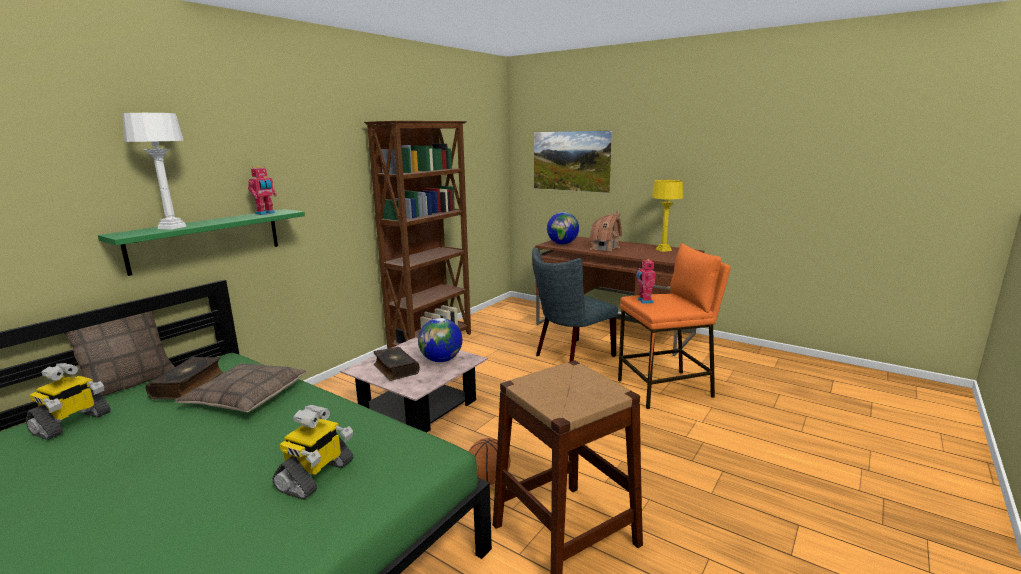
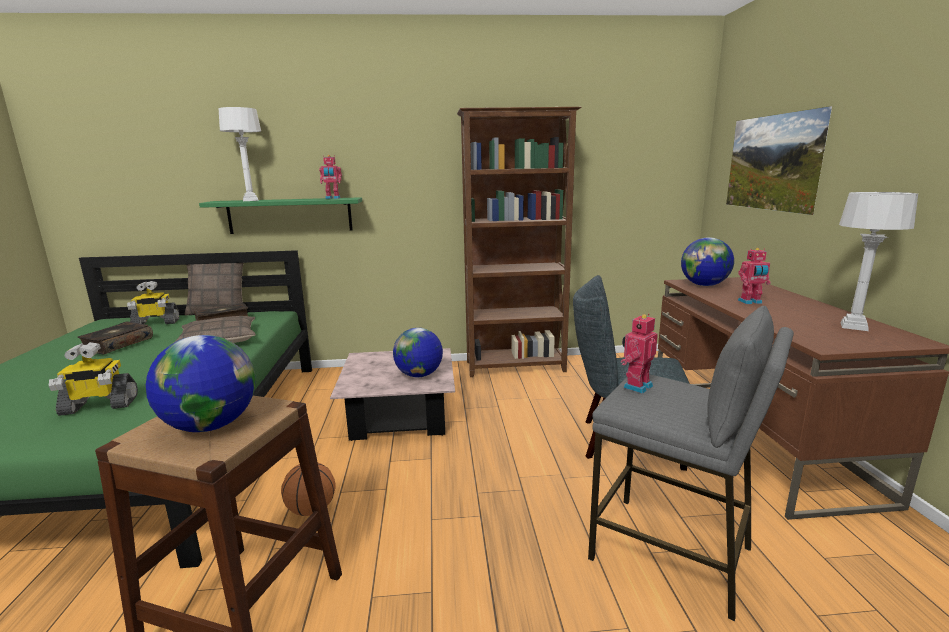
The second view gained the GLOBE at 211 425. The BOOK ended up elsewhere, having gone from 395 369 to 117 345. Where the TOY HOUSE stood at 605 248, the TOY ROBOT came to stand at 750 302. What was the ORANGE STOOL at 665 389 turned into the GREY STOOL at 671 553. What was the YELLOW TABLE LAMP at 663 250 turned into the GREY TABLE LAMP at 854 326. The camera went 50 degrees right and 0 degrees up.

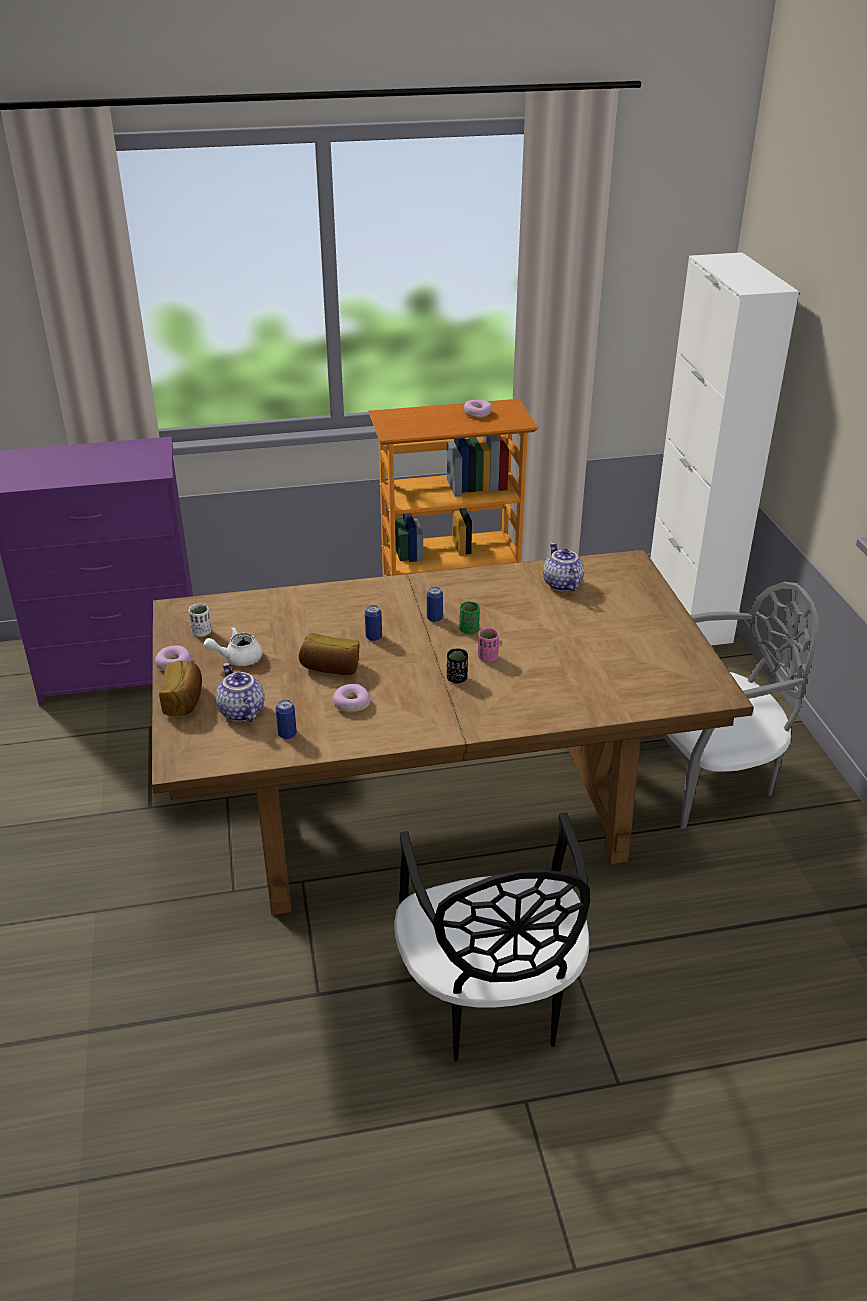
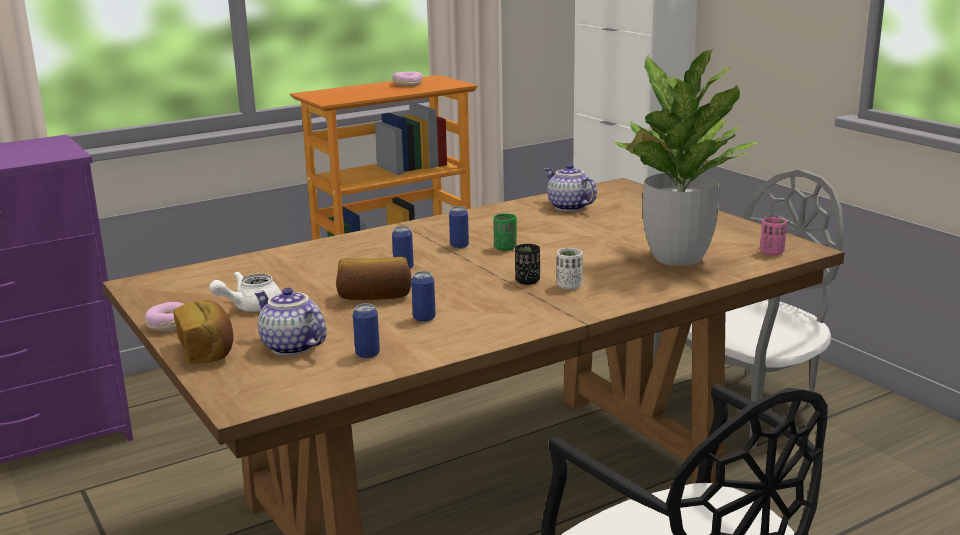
The second view gained the PLANT IN A POT at 676 257. The WHITE SMALL CUP ended up elsewhere, having gone from 201 632 to 569 286. The PINKISH SMALL CUP ended up elsewhere, having gone from 487 657 to 772 252. Where the DONUT stood at 351 704, the SEALED CAN came to stand at 424 318. The camera went 20 degrees left and 15 degrees down.

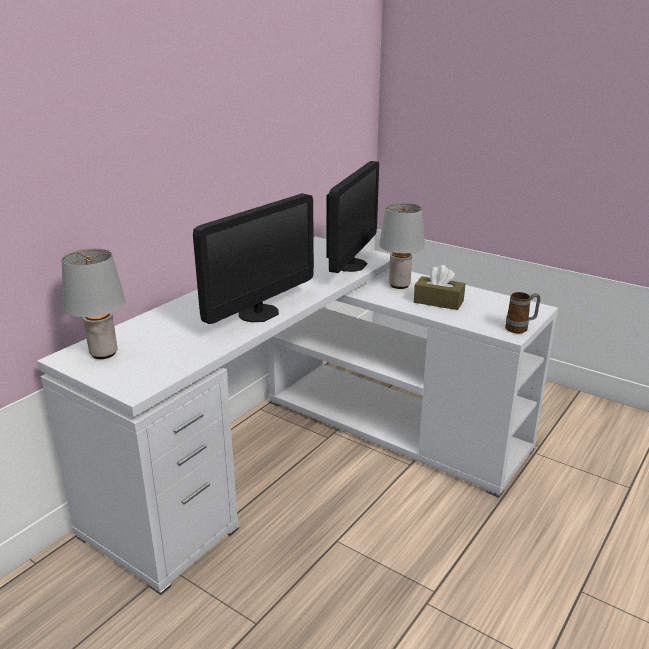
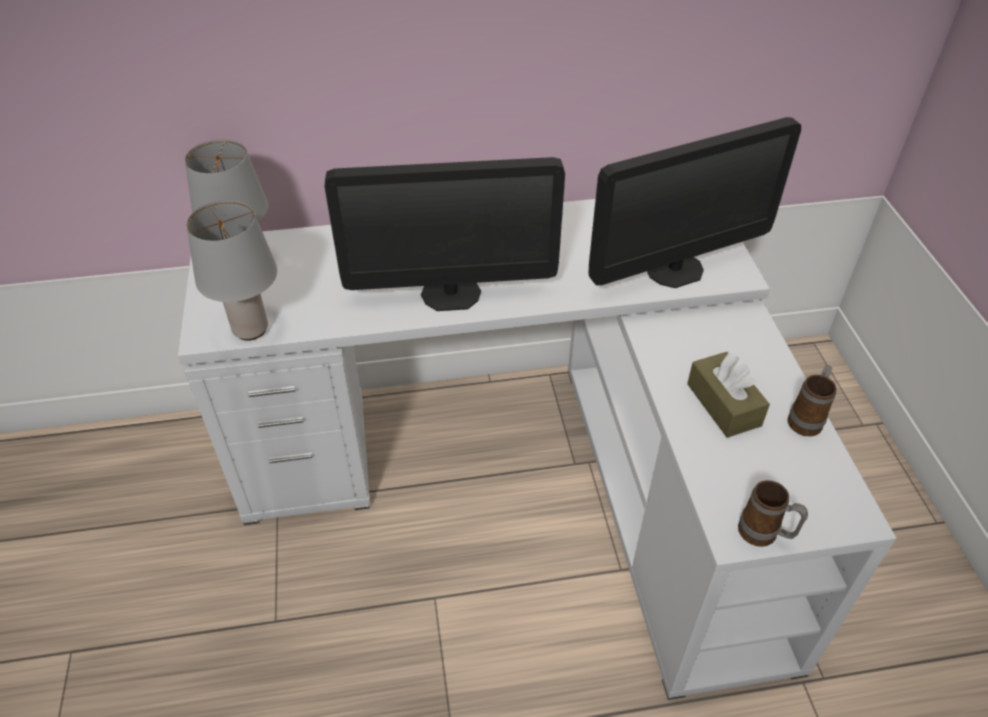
The second view gained the TEA MUG at 807 419. The GREY TABLE LAMP ended up elsewhere, having gone from 398 285 to 250 329. The camera went 45 degrees right and 20 degrees up.

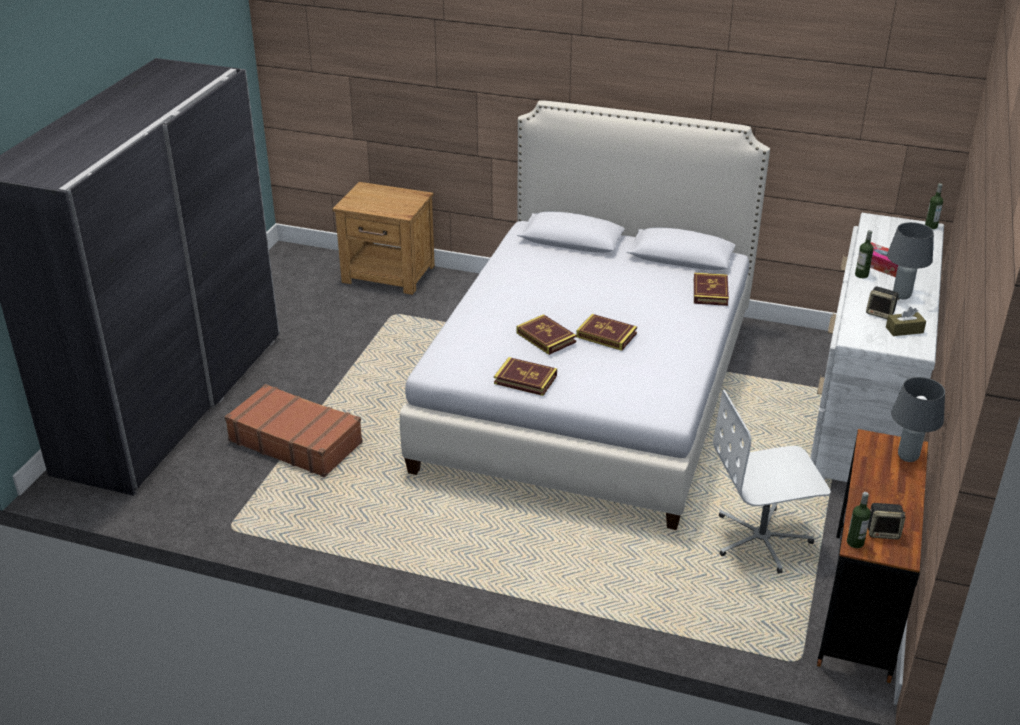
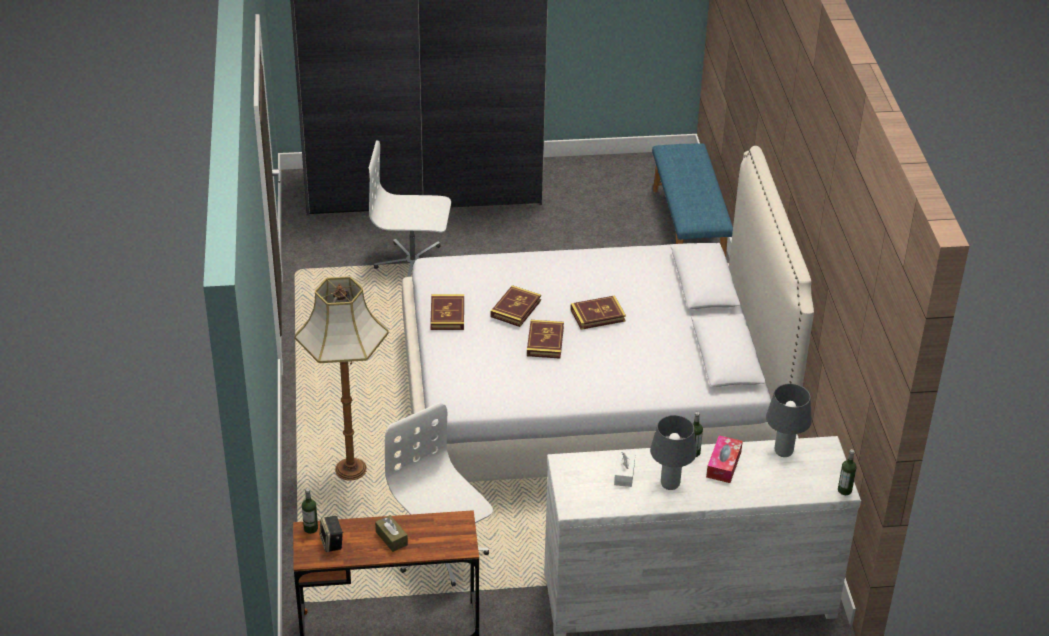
The second view gained the FLOOR LAMP at 349 470. The BOOK ended up elsewhere, having gone from 710 292 to 597 315. The BROWN-COLOURED TISSUE BOX ended up elsewhere, having gone from 904 330 to 391 538. The GREY TABLE LAMP ended up elsewhere, having gone from 907 457 to 783 452. Where the BROWN-COLOURED TRAVEL CASE stood at 296 441, the WHITE DESK CHAIR came to stand at 413 264. Where the BROWN-COLOURED BEDSIDE TABLE stood at 389 275, the BLUE BENCH came to stand at 688 229. Where the AUDIO SPEAKER stood at 880 313, the WHITE TISSUE BOX came to stand at 624 474. The camera went 65 degrees right and 5 degrees up.

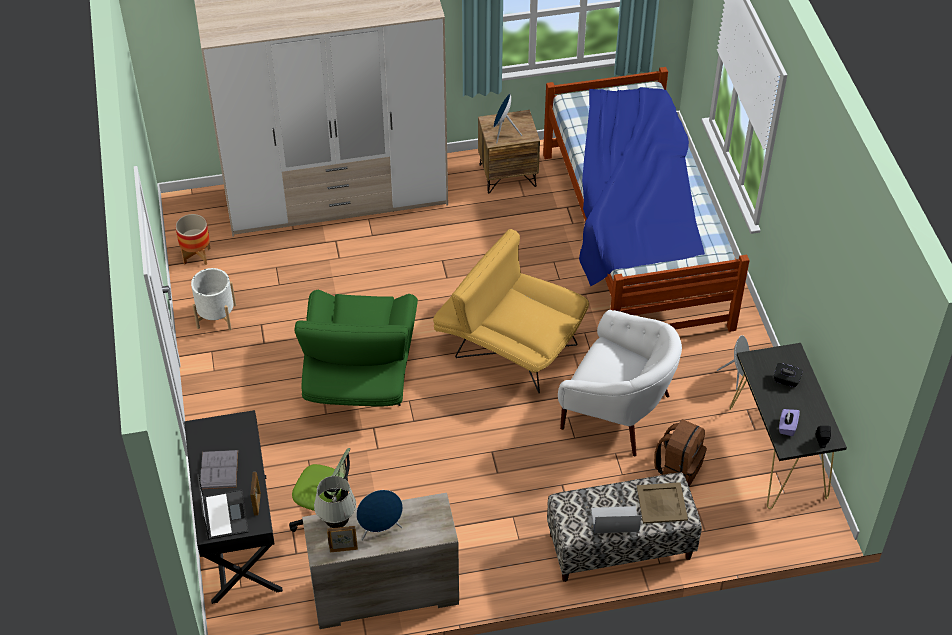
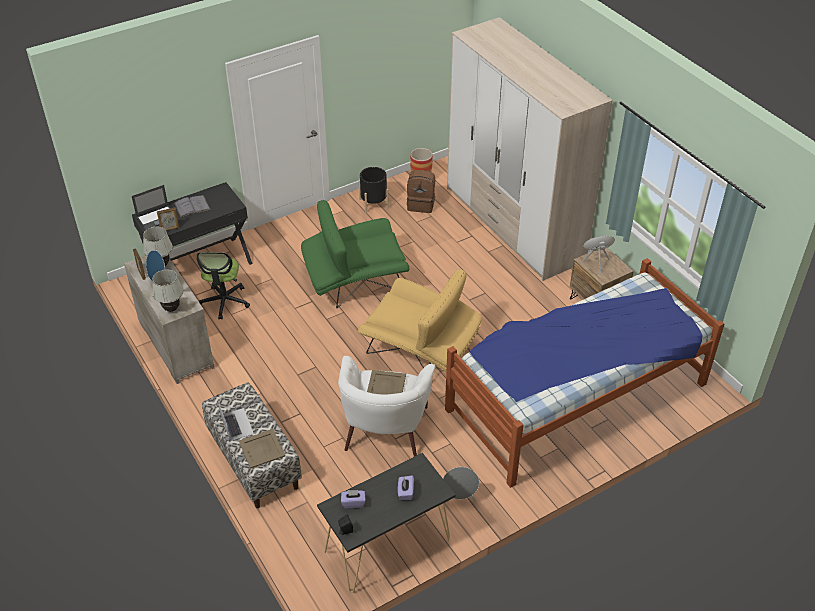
The second view gained the WHITE TABLE LAMP at 171 309. The second view gained the BEIGE SERVING TRAY at 386 386. The BROWN-COLOURED KNAPSACK ended up elsewhere, having gone from 678 467 to 421 204. What was the WHITE PLANT POT at 216 316 turned into the BLACK PLANT POT at 374 203. What was the BLACK TISSUE BOX at 786 380 turned into the PURPLISH TISSUE BOX at 405 492. The YELLOW EASY CHAIR at 509 345 ended up facing another way, 105 degrees clockwise from before. The camera went 70 degrees right and 5 degrees down.

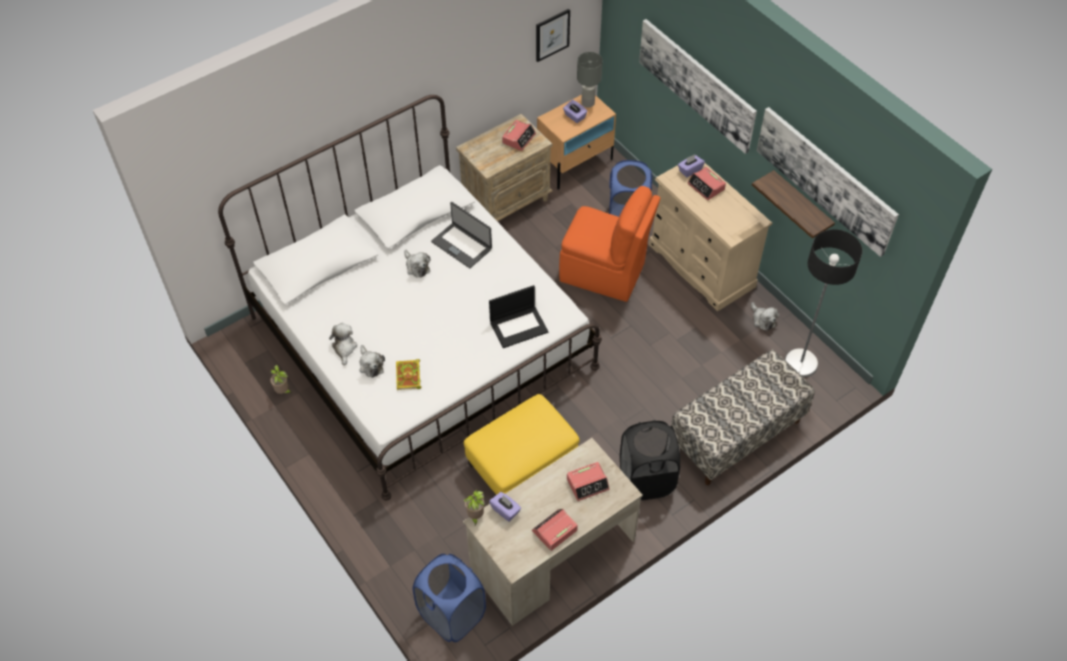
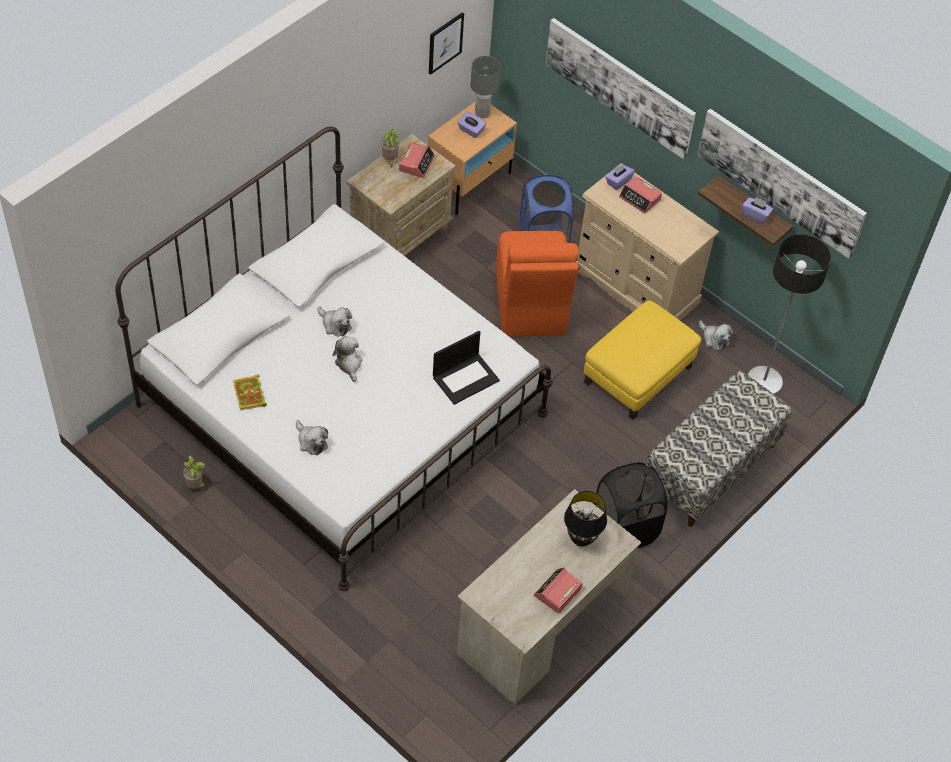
The second view lost the BLUE HAMPER at 451 614. The second view lost the NOTEBOOK COMPUTER at 462 245. The SOFT TOY ended up elsewhere, having gone from 344 348 to 349 363. The BOOK ended up elsewhere, having gone from 409 377 to 250 395. The PLANT IN A POT ended up elsewhere, having gone from 475 516 to 390 160. The YELLOW OTTOMAN ended up elsewhere, having gone from 521 462 to 637 374. The PURPLISH TISSUE BOX ended up elsewhere, having gone from 505 510 to 755 215. Where the BEDSIDE CLOCK stood at 588 484, the BLACK TABLE LAMP came to stand at 581 538. The ORANGE UPRIGHT CHAIR at 604 273 ended up facing another way, 75 degrees clockwise from before. The camera went 15 degrees left and 0 degrees up.

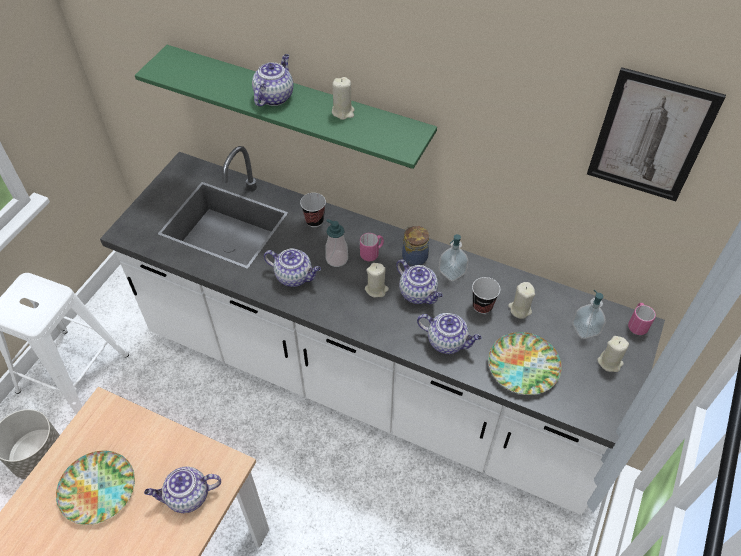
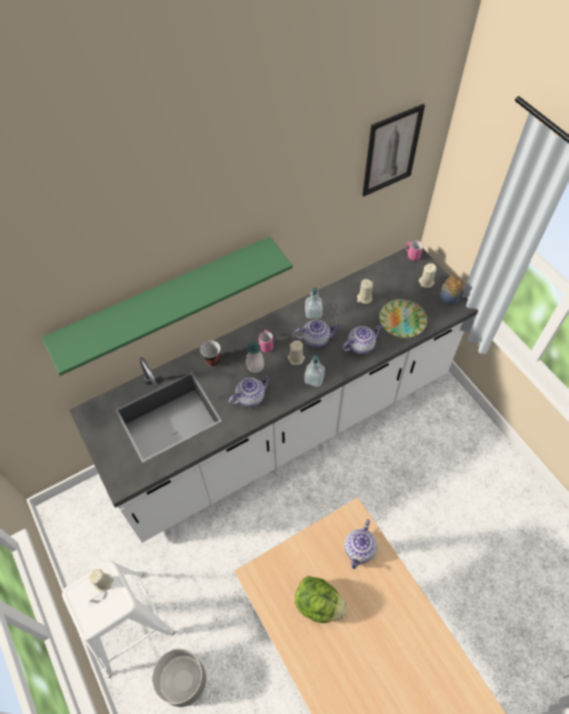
The second view lost the TEAPOT at 274 96. The second view lost the SMALL CUP at 482 306. The BEIGE WAX LIGHT ended up elsewhere, having gone from 343 112 to 103 582. The JAR ended up elsewhere, having gone from 414 256 to 448 298. The SOAP DISPENSER ended up elsewhere, having gone from 585 329 to 314 379. Where the PLATE stood at 98 489, the LETTUCE came to stand at 318 604. The camera went 55 degrees left and 5 degrees up.

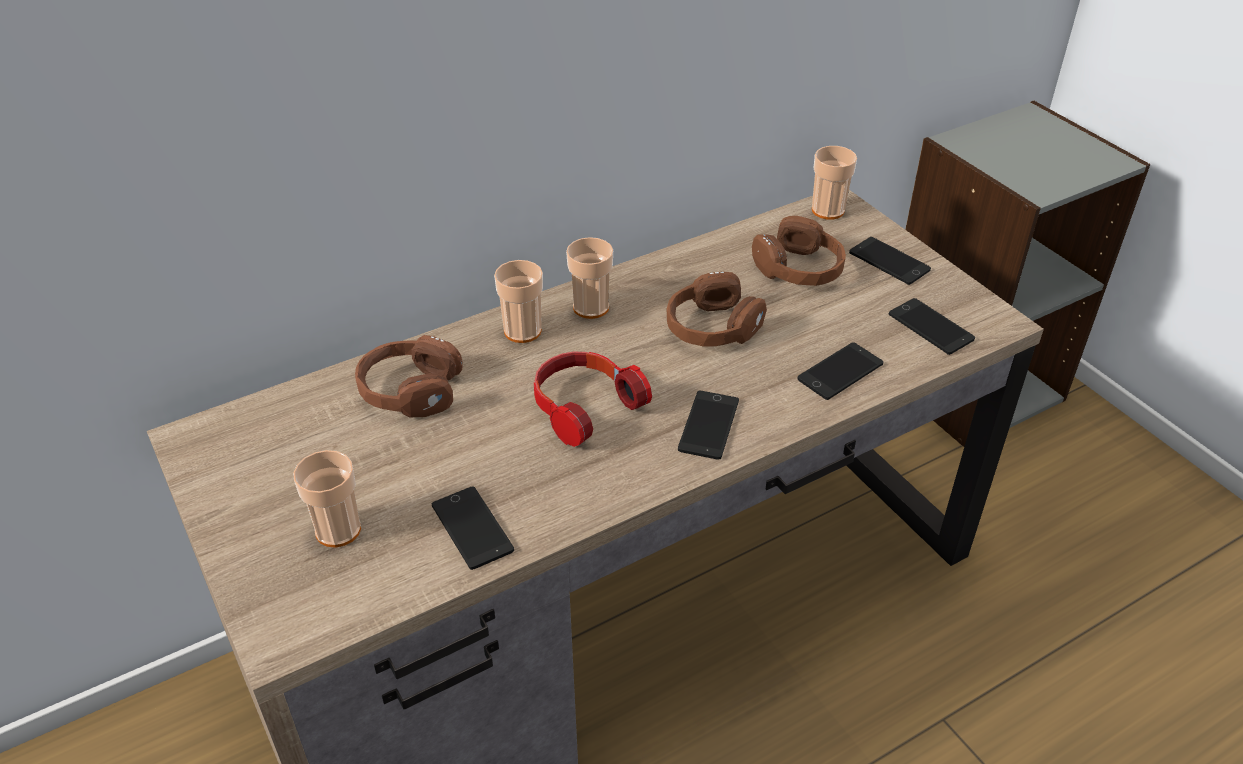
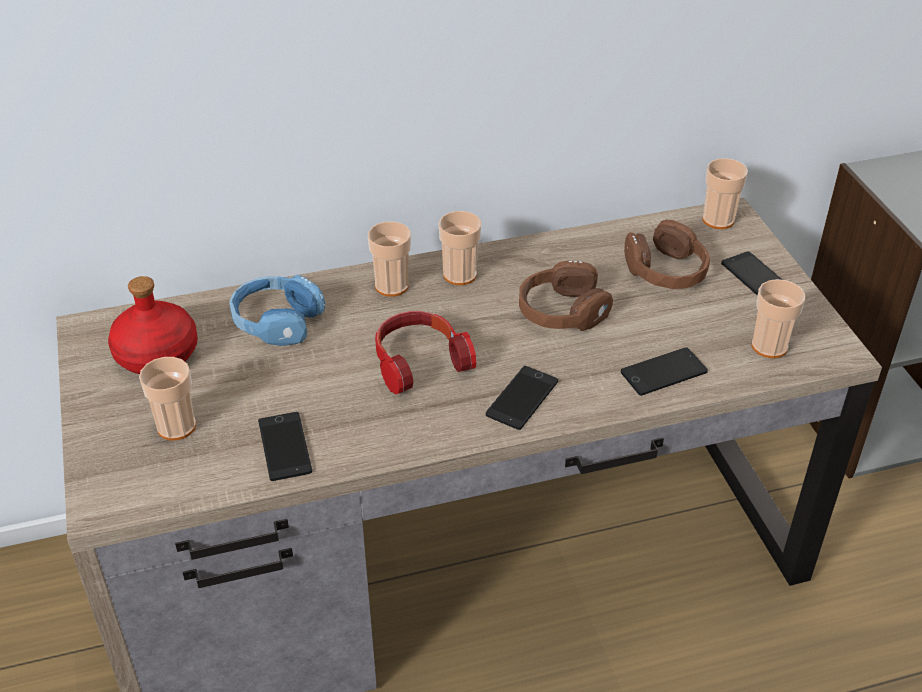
The second view gained the REDDISH DRINK BOTTLE at 156 354. Where the PHONE stood at 930 327, the SMALL CUP came to stand at 769 346. What was the BROWN-COLOURED HEADSET at 410 391 turned into the BLUE HEADSET at 276 321. The camera went 15 degrees right and 0 degrees up.

